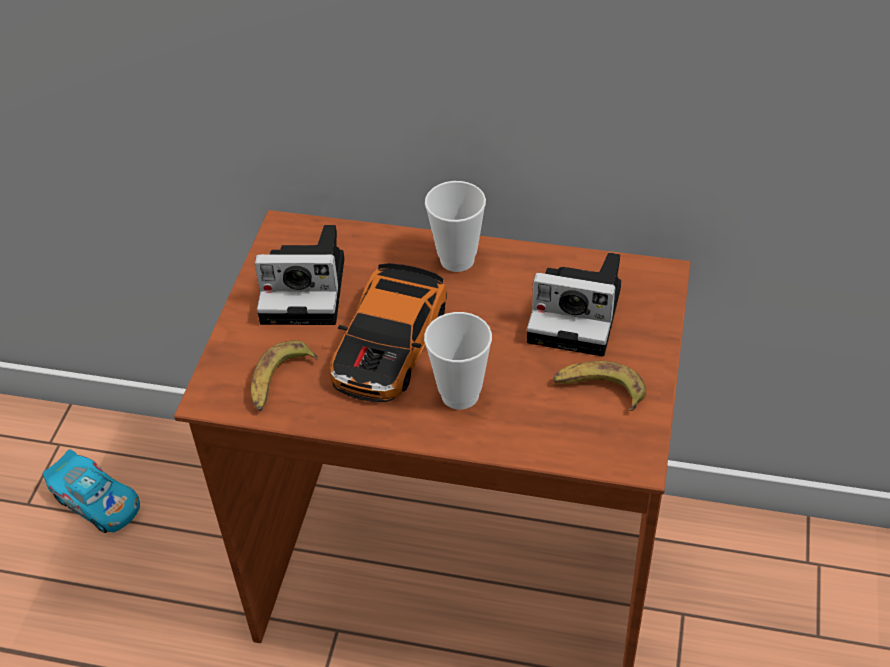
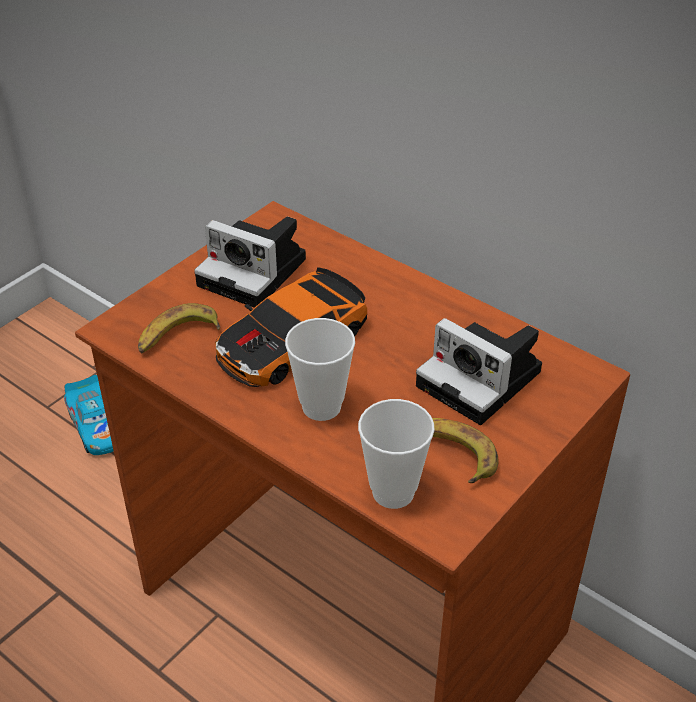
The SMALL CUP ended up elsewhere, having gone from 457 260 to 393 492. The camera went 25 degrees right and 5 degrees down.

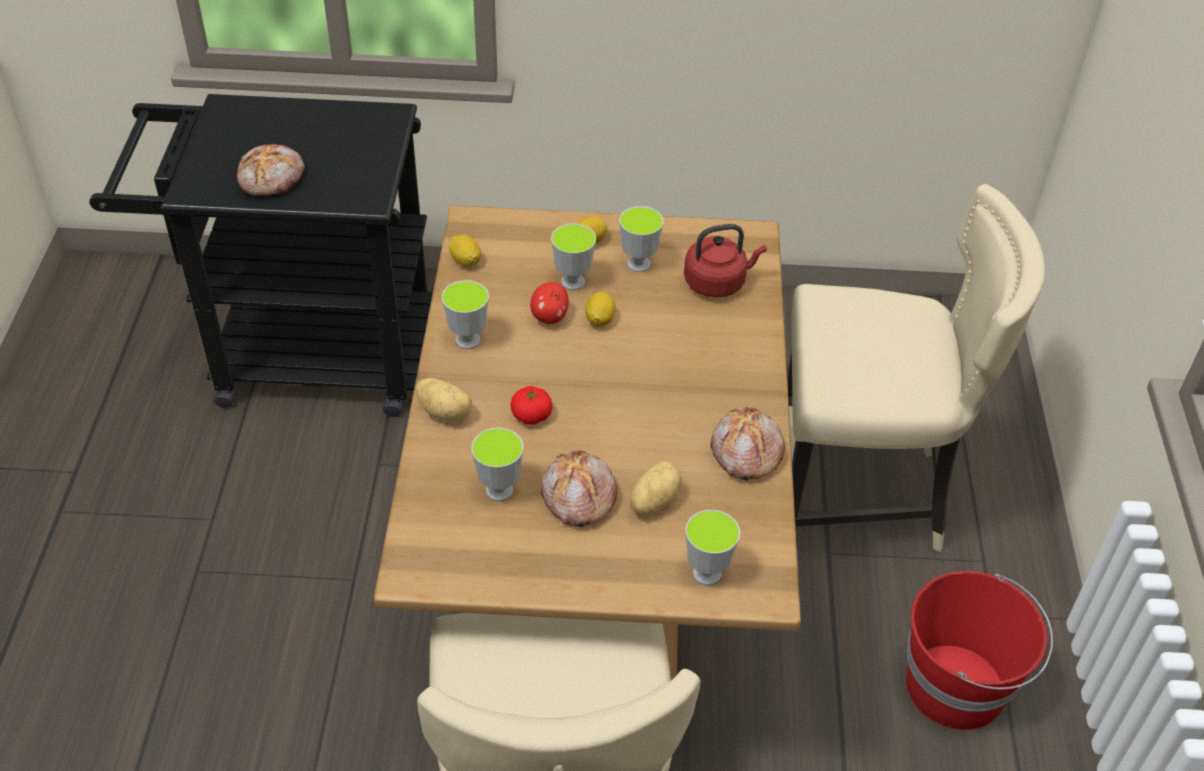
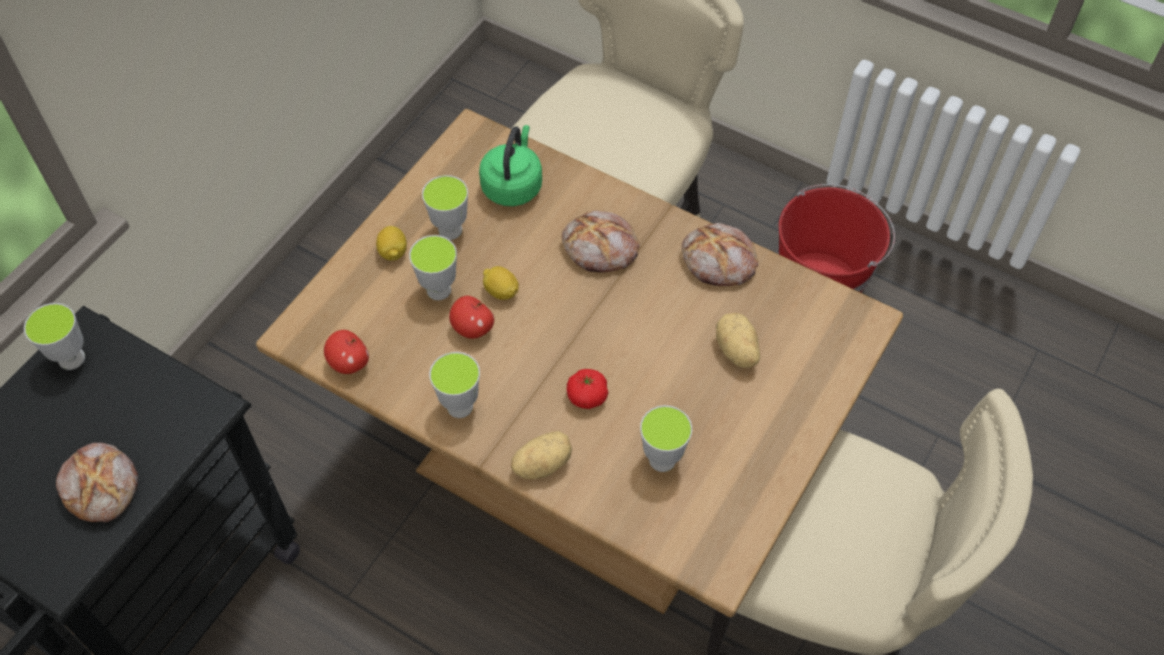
The BREAD ended up elsewhere, having gone from 577 497 to 600 250. The SMALL CUP ended up elsewhere, having gone from 707 573 to 72 358. Where the WHOLE LEMON stood at 465 261, the APPLE came to stand at 349 363. What was the REDDISH KETTLE at 718 282 turned into the GREENISH KETTLE at 513 185. The camera went 60 degrees left and 10 degrees up.

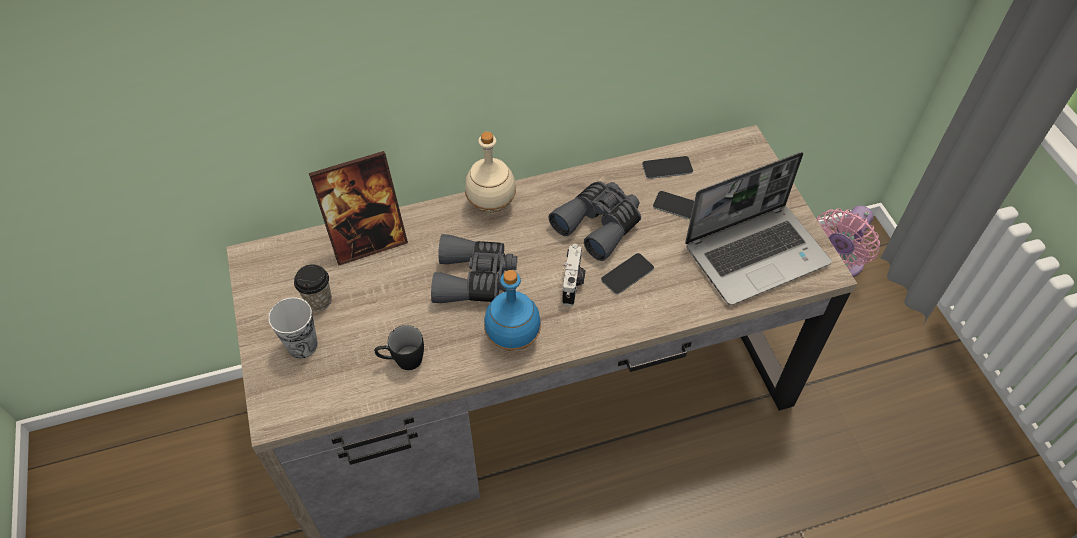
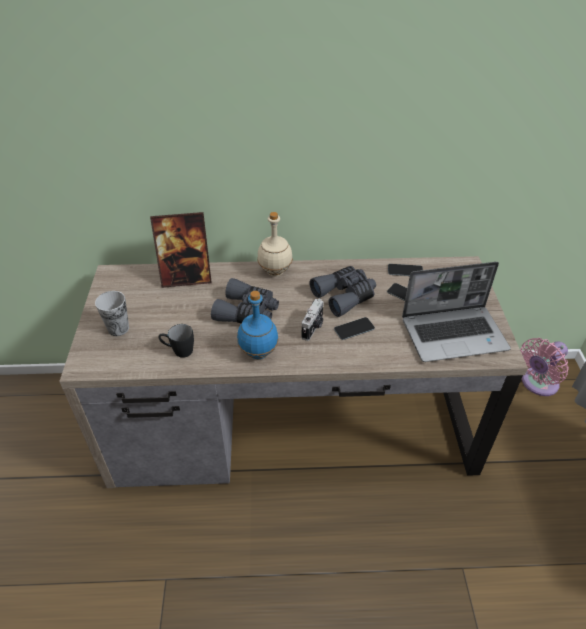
The second view lost the SMALL CUP at 318 300. The camera went 15 degrees right and 10 degrees down.

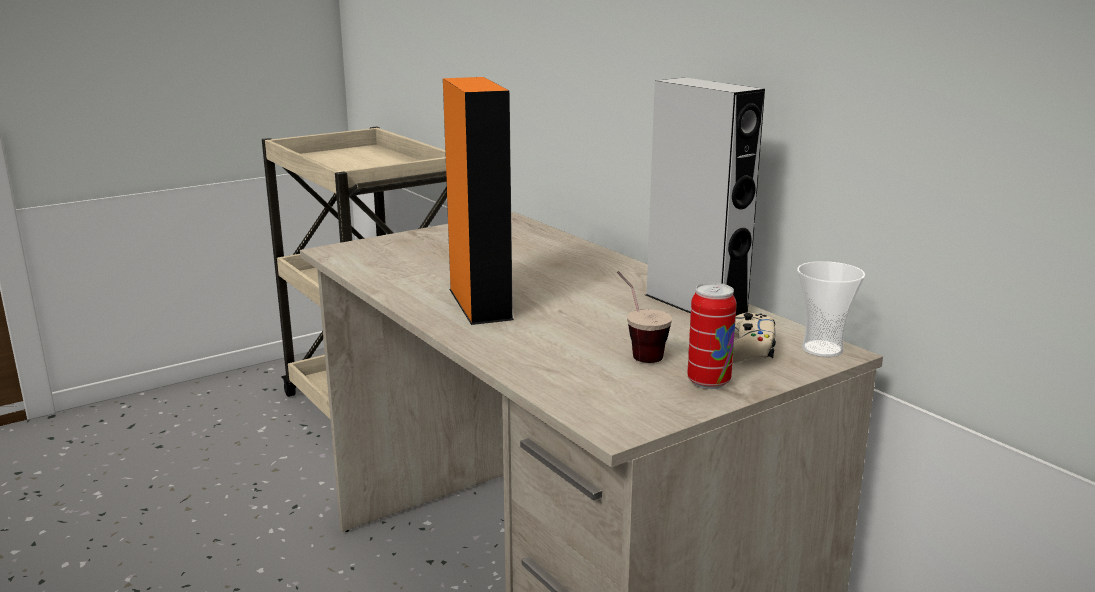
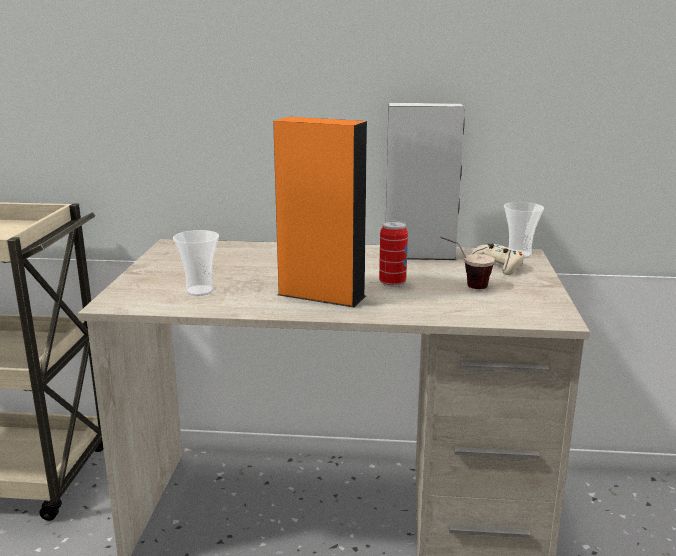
The second view gained the SMALL CUP at 200 291. The SEALED CAN ended up elsewhere, having gone from 708 382 to 392 283. The camera went 50 degrees left and 0 degrees up.

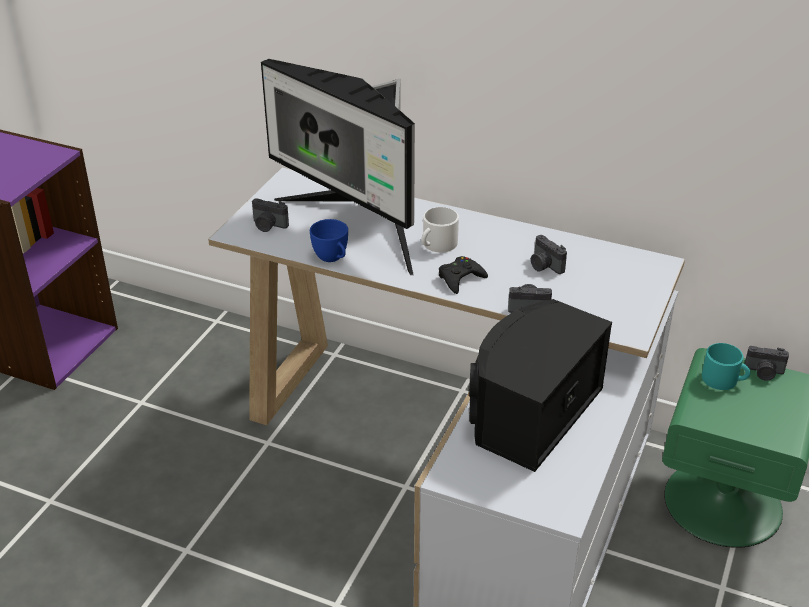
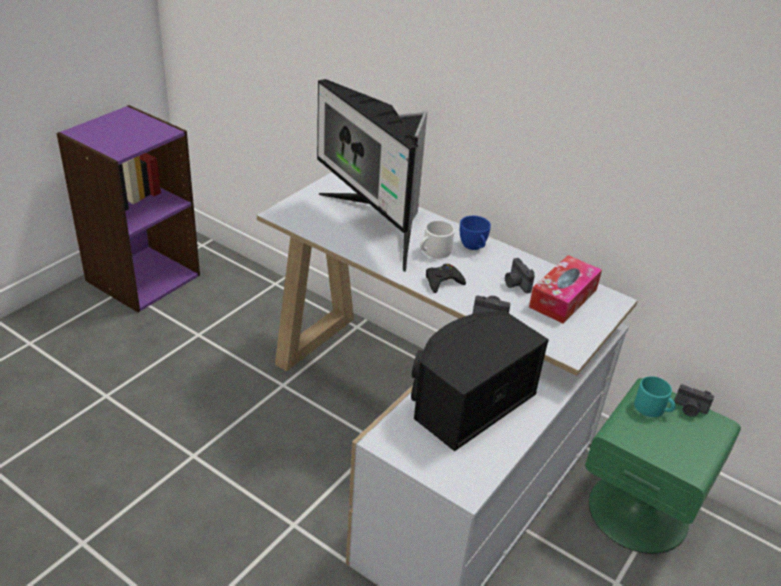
The second view lost the STILL CAMERA at 268 226. The second view gained the TISSUE BOX at 563 298. The BLUE SMALL CUP ended up elsewhere, having gone from 332 258 to 474 247. The camera went 10 degrees right and 0 degrees up.

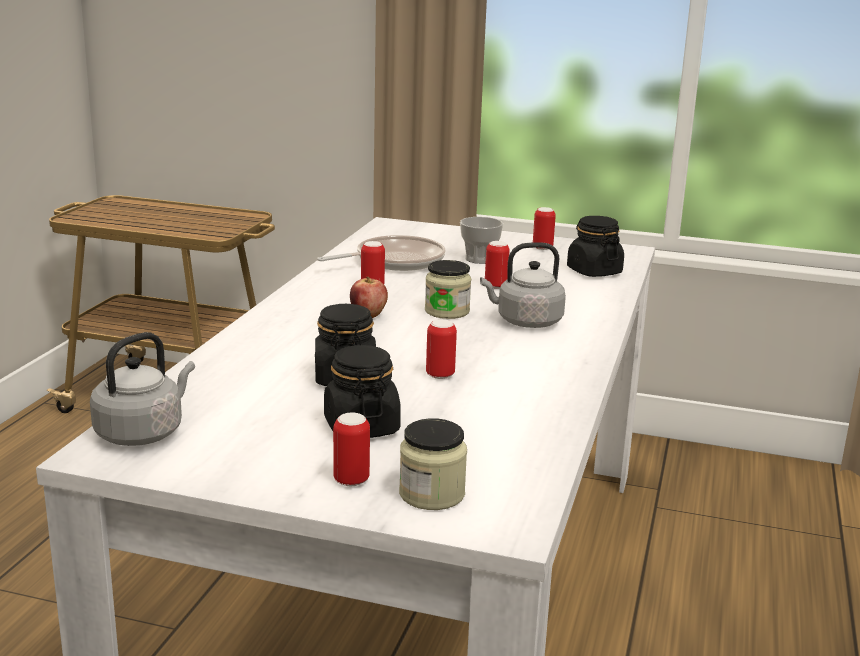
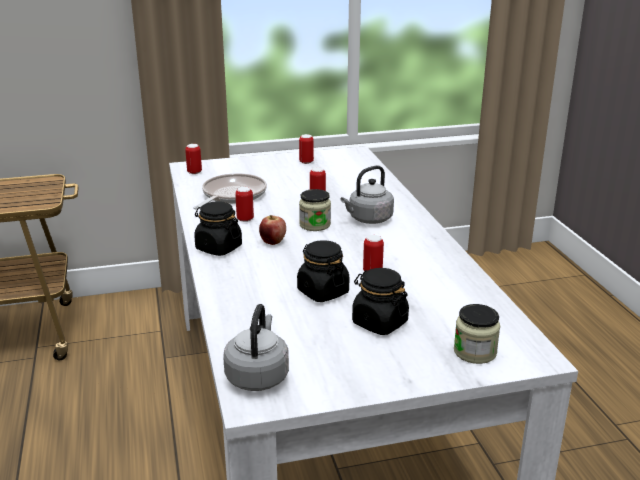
The second view lost the SMALL CUP at 479 259. The SEALED CAN ended up elsewhere, having gone from 351 480 to 194 172. The BLACK JAR ended up elsewhere, having gone from 594 271 to 218 248. The camera went 30 degrees left and 5 degrees up.

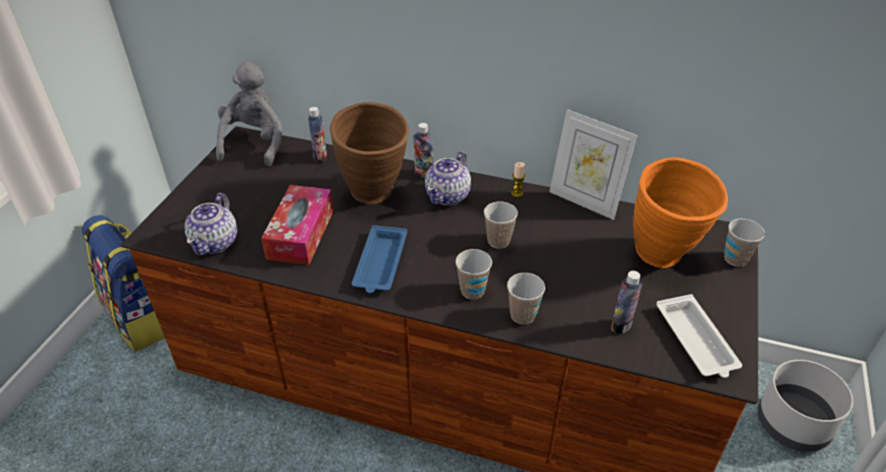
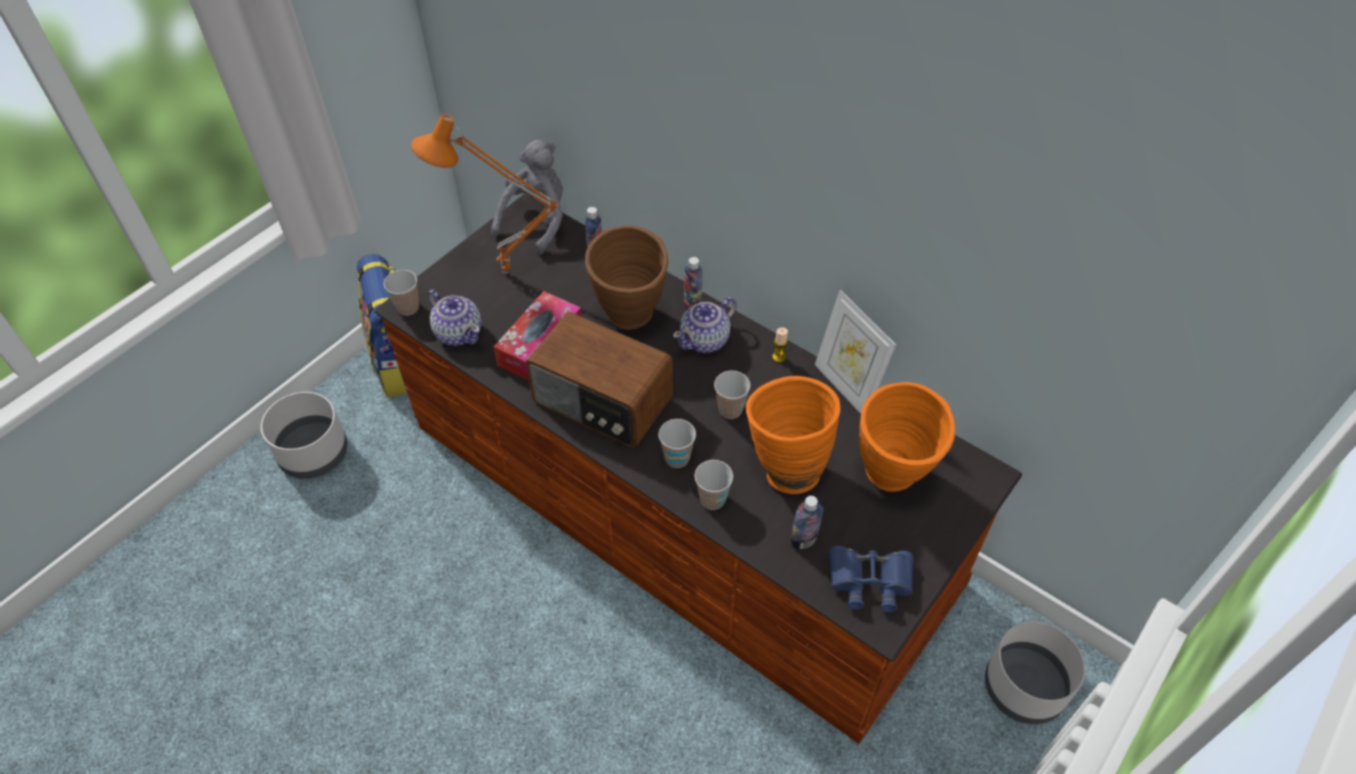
The second view gained the GREY PLANT POT at 314 452. The second view gained the ORANGE TABLE LAMP at 504 275. The second view gained the ORANGE FLOWER VASE at 784 467. The SMALL CUP ended up elsewhere, having gone from 735 259 to 408 307. Where the BLUE SERVING TRAY stood at 380 264, the RADIO SET came to stand at 602 402. Where the WHITE SERVING TRAY stood at 696 341, the BLUE BINOCULARS came to stand at 870 580. The TEAPOT at 216 242 ended up facing another way, 75 degrees counterclockwise from before. The camera went 20 degrees right and 10 degrees up.

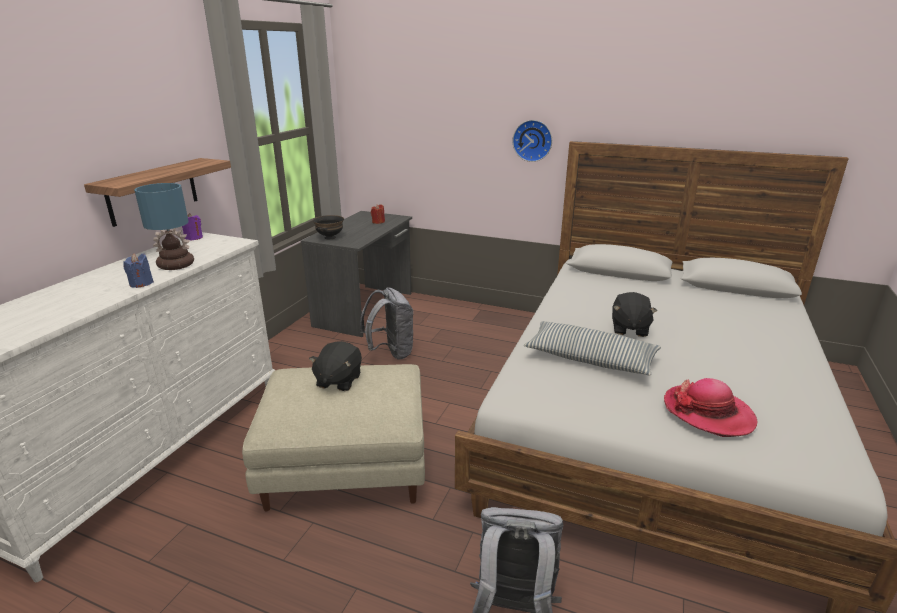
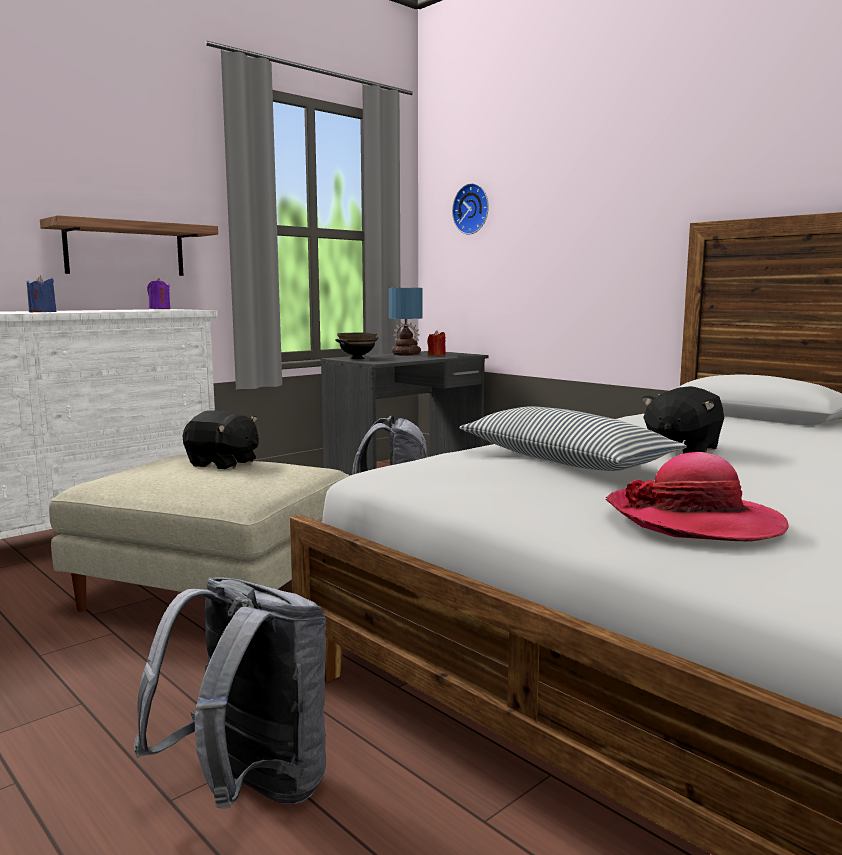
The TABLE LAMP ended up elsewhere, having gone from 174 265 to 405 354. The HANGING CLOCK ended up elsewhere, having gone from 533 140 to 472 209. The BLACK SOFT TOY at 338 381 ended up facing another way, 105 degrees counterclockwise from before. The camera went 25 degrees right and 15 degrees down.

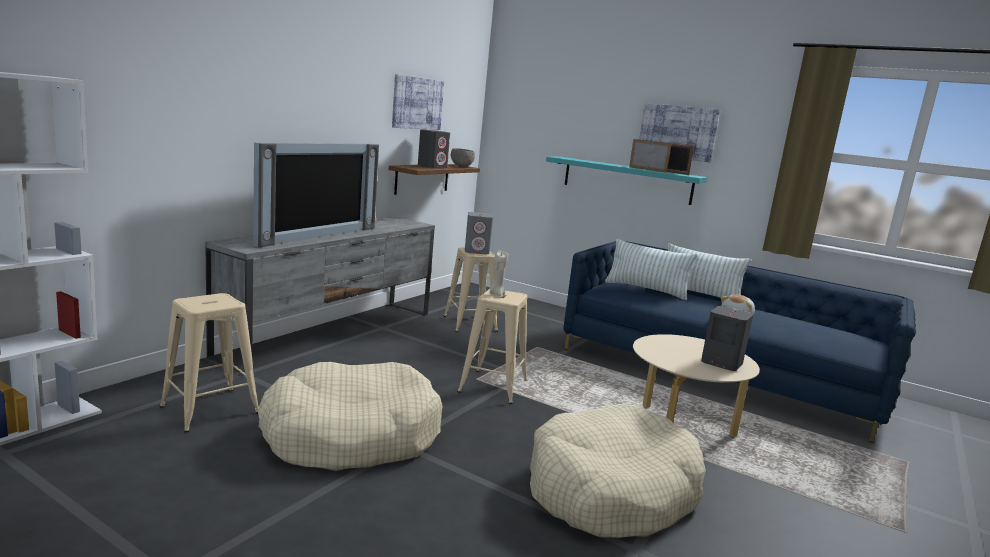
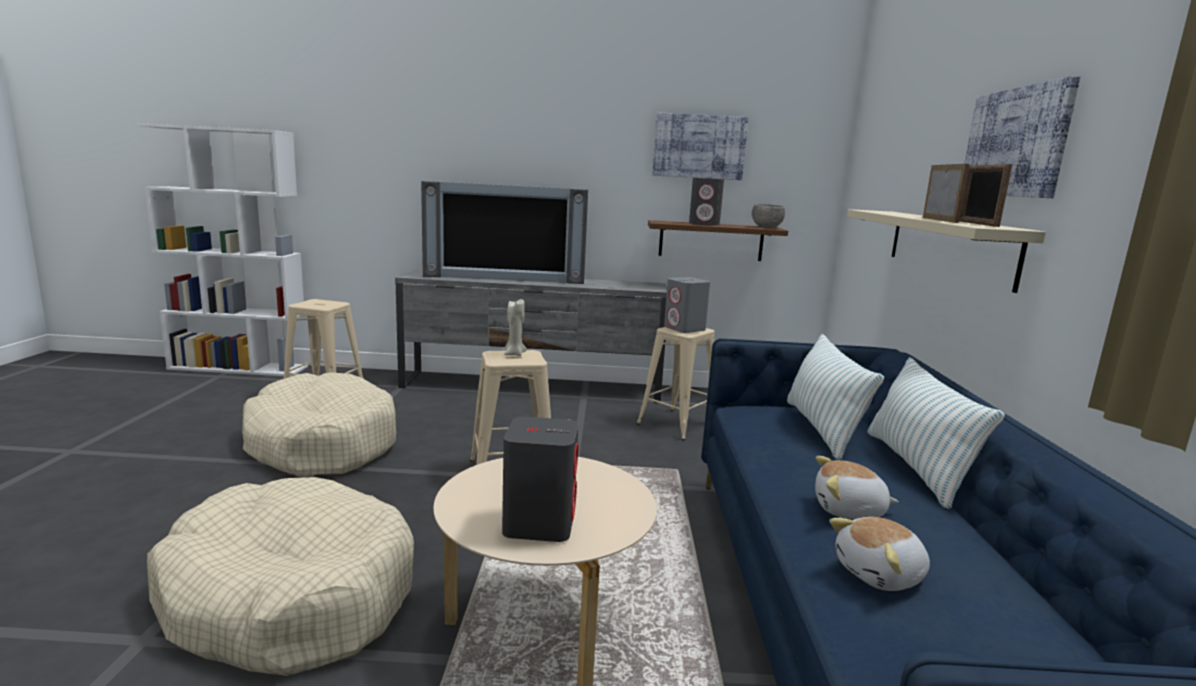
The second view gained the SOFT TOY at 881 575. What was the TURQUOISE-COLOURED BRACKET SHELF at 626 180 turned into the BEIGE BRACKET SHELF at 948 245. The camera went 60 degrees right and 0 degrees up.

